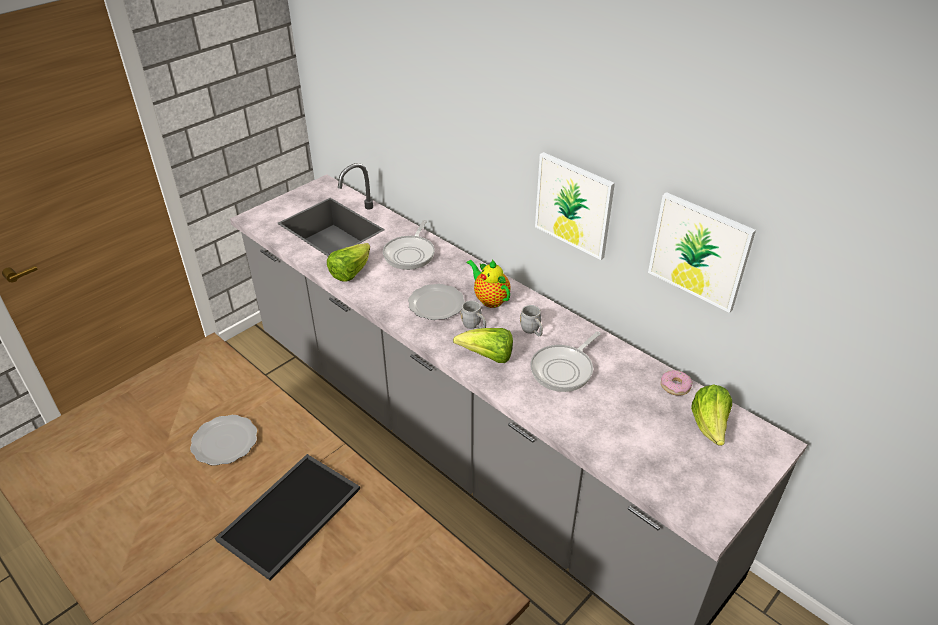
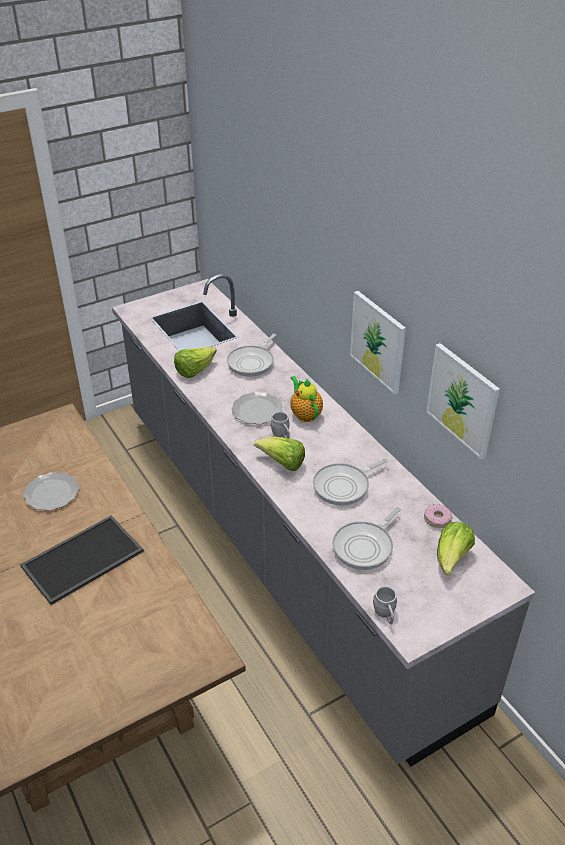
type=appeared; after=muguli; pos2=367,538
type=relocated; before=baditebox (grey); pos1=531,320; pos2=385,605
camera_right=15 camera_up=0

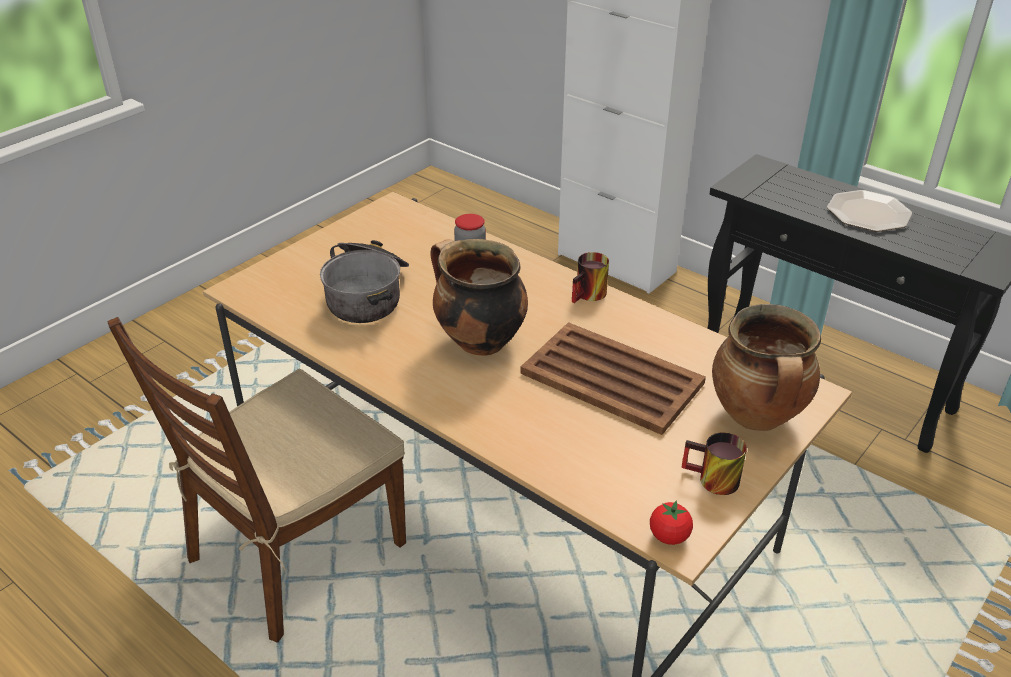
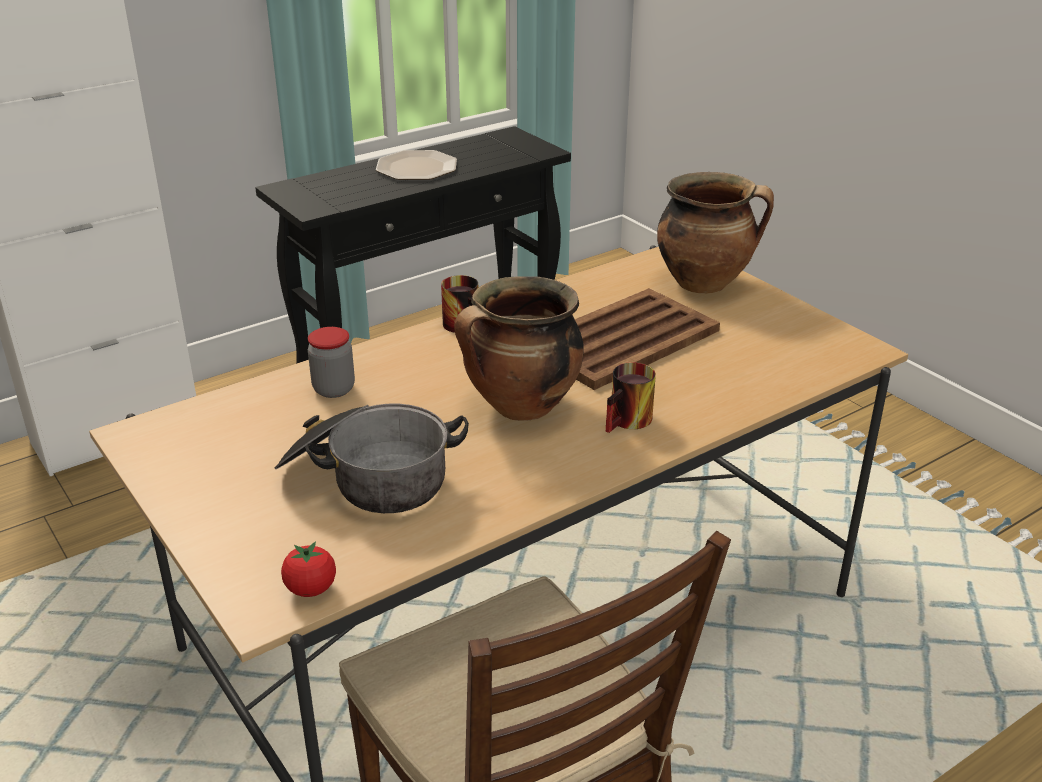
type=relocated; before=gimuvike; pos1=671,522; pos2=308,569
type=relocated; before=baditebox; pos1=714,463; pos2=631,397
camera_right=-75 camera_up=-5

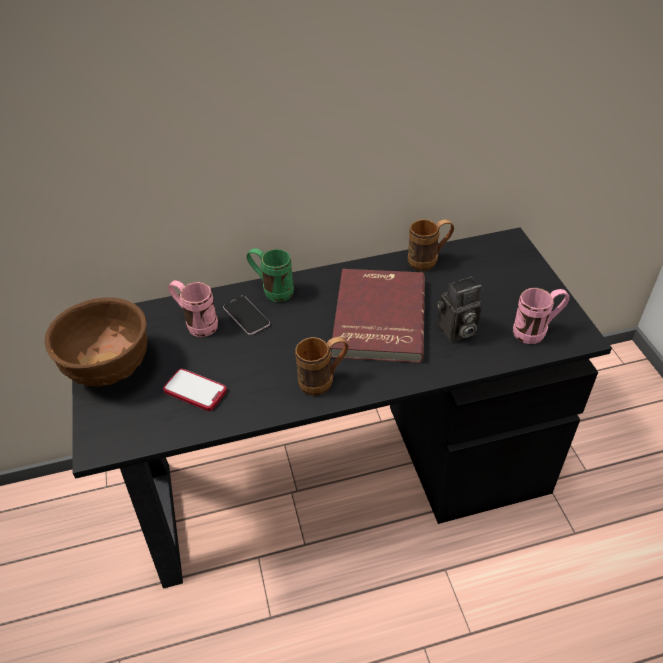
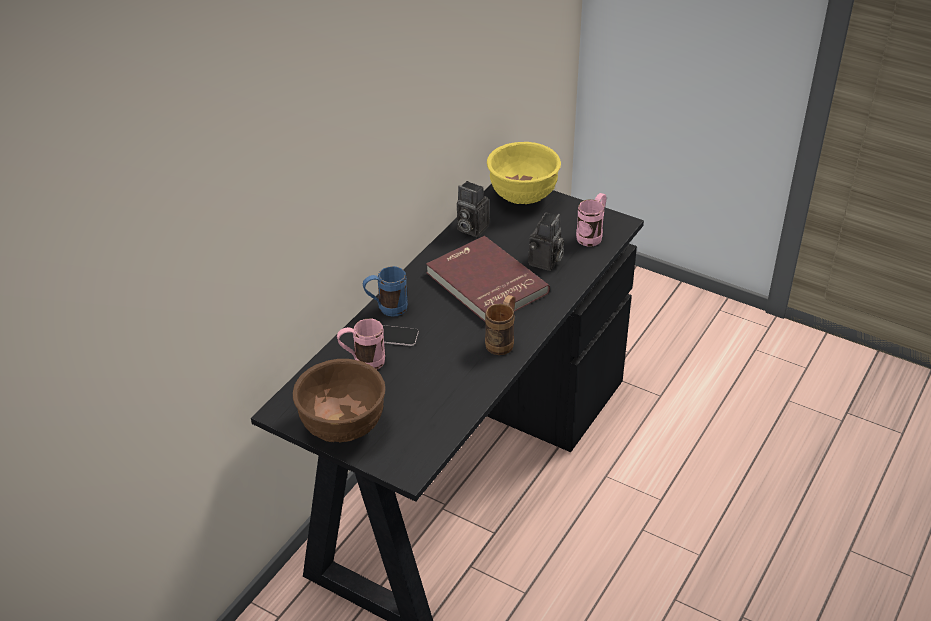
type=missing; before=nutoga; pos1=195,390
type=appeared; after=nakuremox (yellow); pos2=524,173
type=exchanged; before=baditebox (brown); after=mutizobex; pos1=431,245; pos2=473,209
type=colour; before=baditebox (green); after=baditebox (blue); pos1=270,275; pos2=385,291
camera_right=-45 camera_up=-5

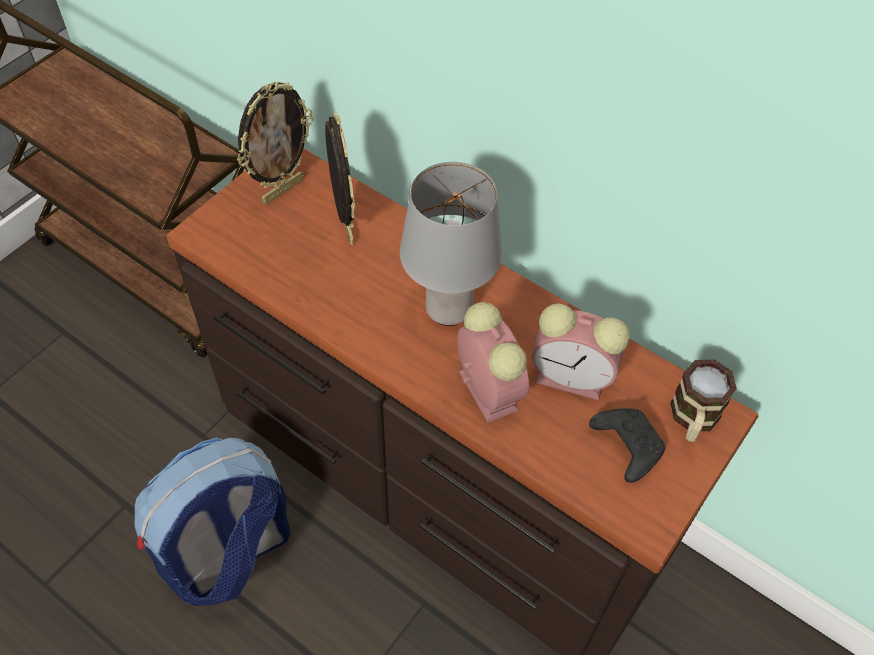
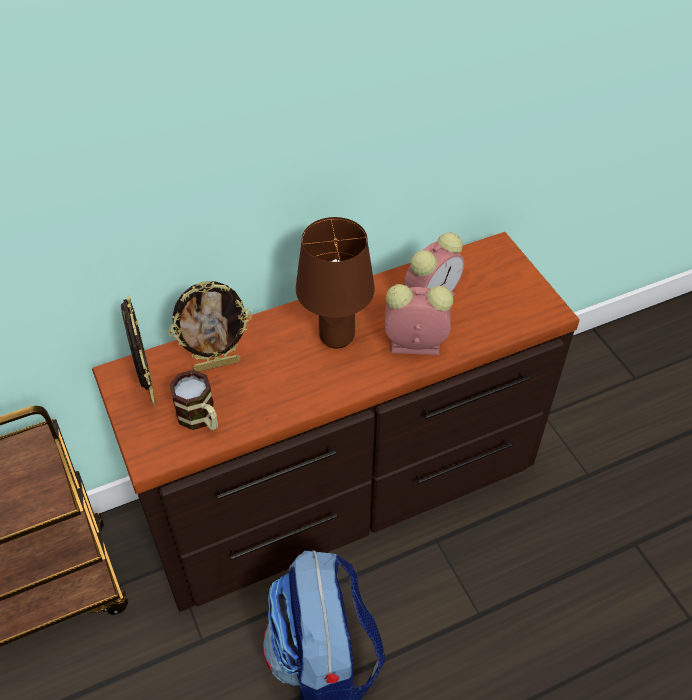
type=missing; before=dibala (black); pos1=627,445
type=relocated; before=baditebox; pos1=703,400; pos2=193,400
type=colour; before=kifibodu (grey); after=kifibodu (brown); pos1=451,244; pos2=335,283
type=spun; before=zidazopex; pos1=340,178; pos2=210,326; turn=150
camera_right=-60 camera_up=-5

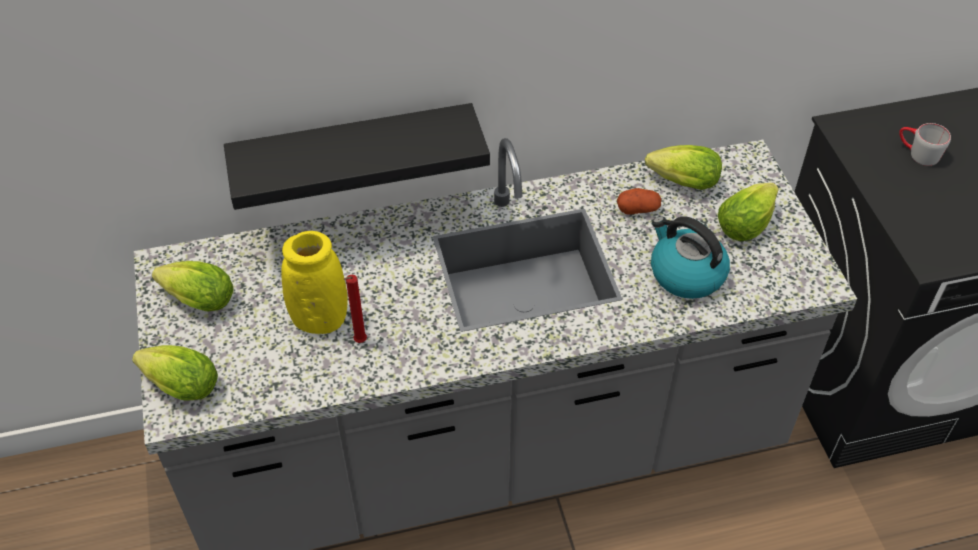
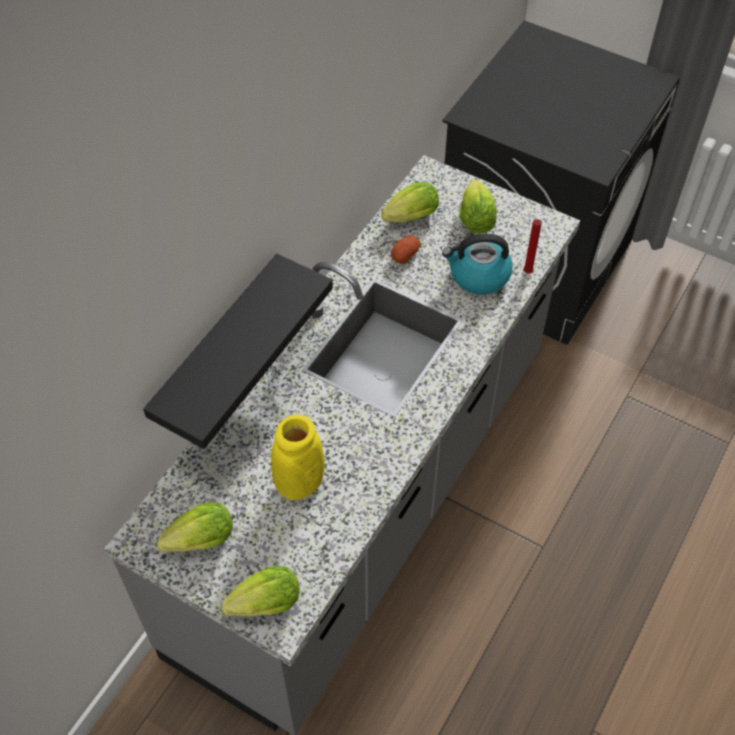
type=missing; before=baditebox (grey); pos1=925,144
type=relocated; before=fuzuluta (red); pos1=355,309; pos2=532,246
camera_right=-45 camera_up=5

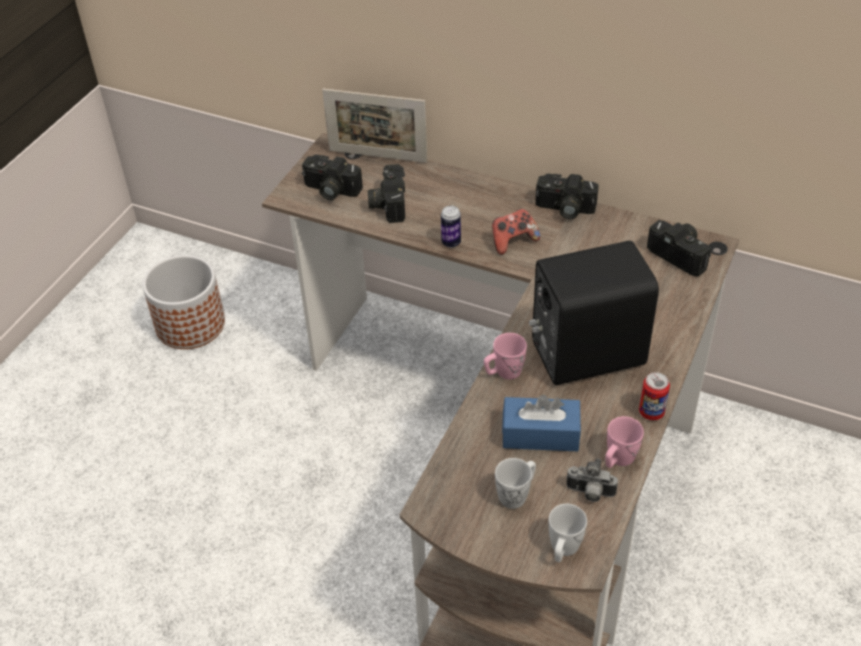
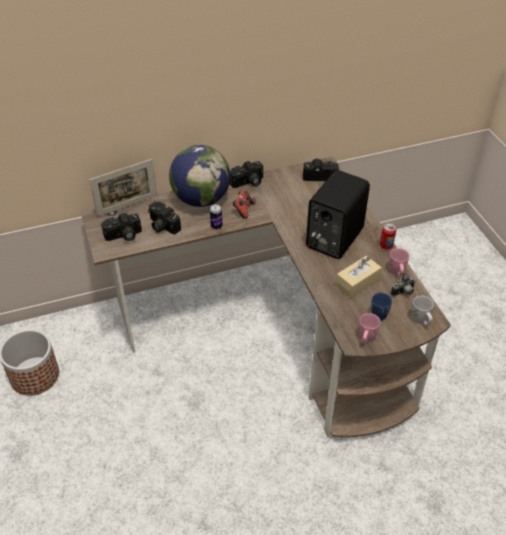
type=appeared; after=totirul; pos2=199,176
type=relocated; before=baditebox (pink); pos1=505,356; pos2=369,328
type=colour; before=baditebox (white); after=baditebox (blue); pos1=515,483; pos2=381,306
type=colour; before=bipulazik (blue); after=bipulazik (beige); pos1=541,423; pos2=359,277
camera_right=-45 camera_up=0

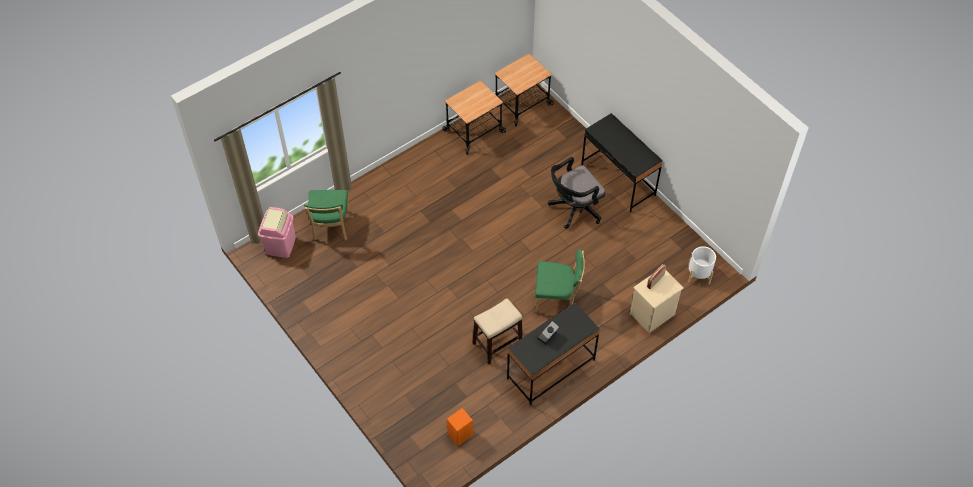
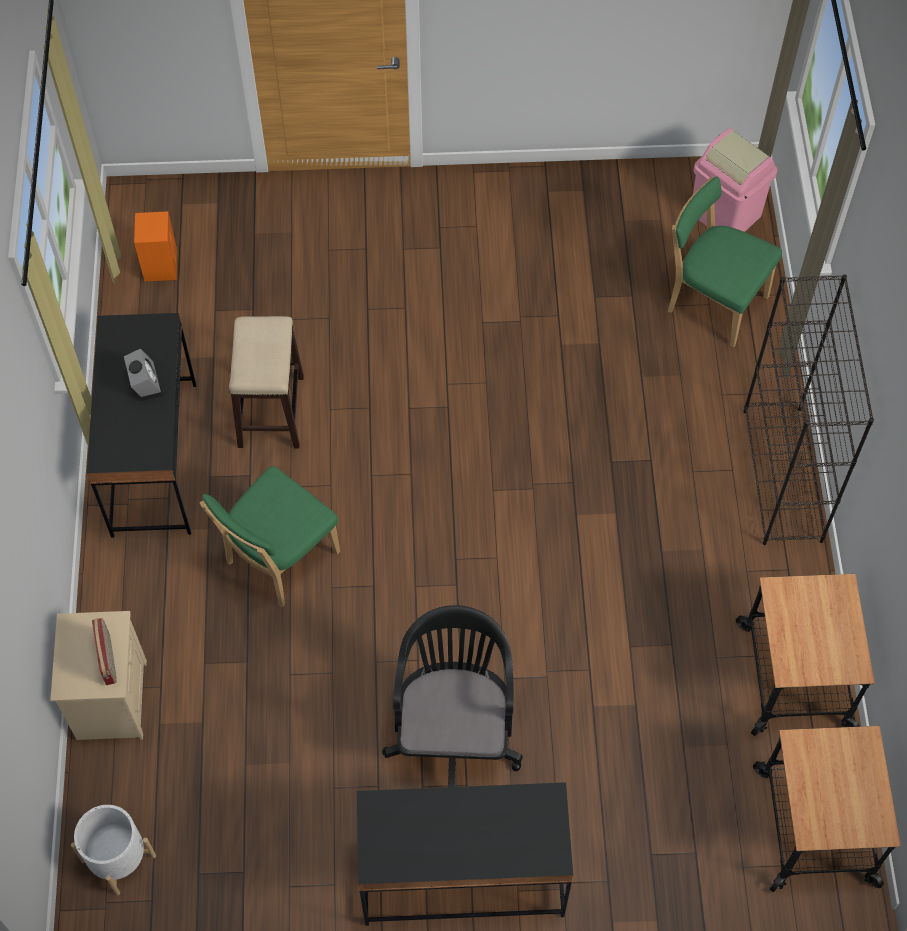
type=appeared; after=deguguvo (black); pos2=808,410
camera_right=125 camera_up=5

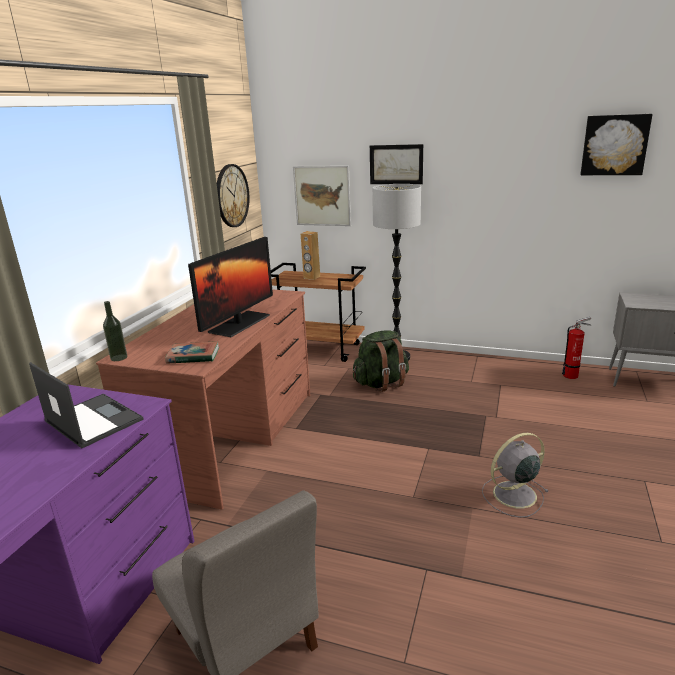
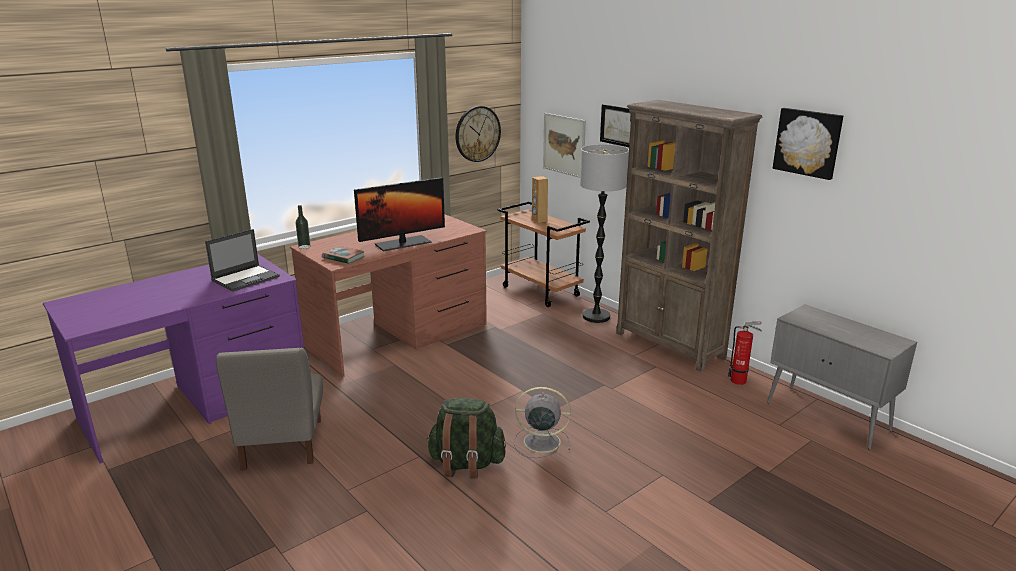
type=appeared; after=deguguvo (brown); pos2=689,236
type=relocated; before=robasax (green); pos1=381,361; pos2=466,438
type=spun; before=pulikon; pos1=86,405; pos2=242,260; turn=60
camera_right=30 camera_up=0

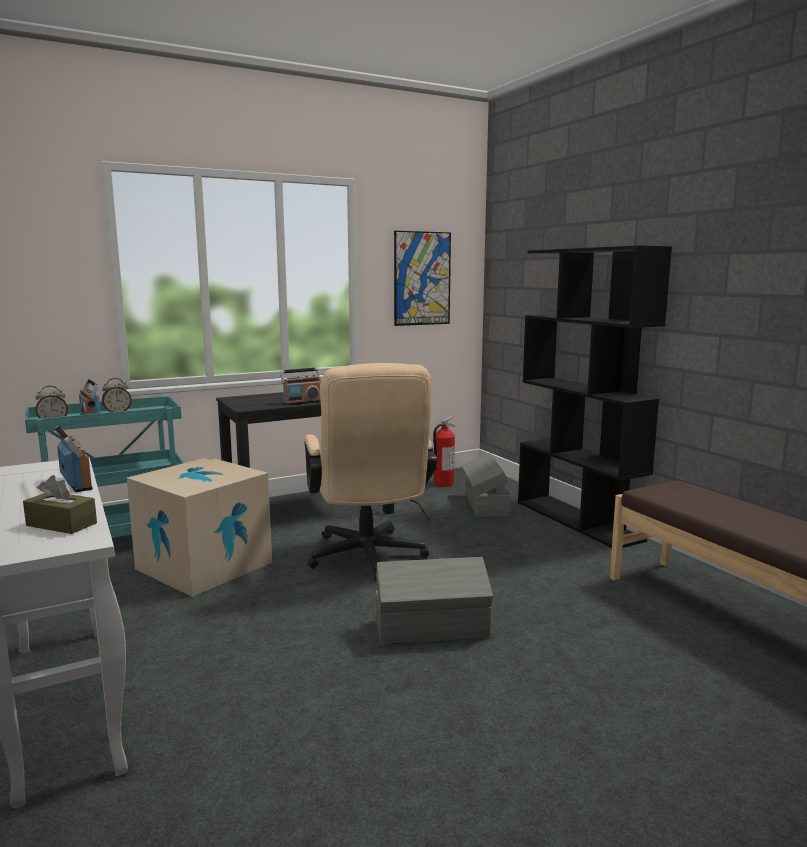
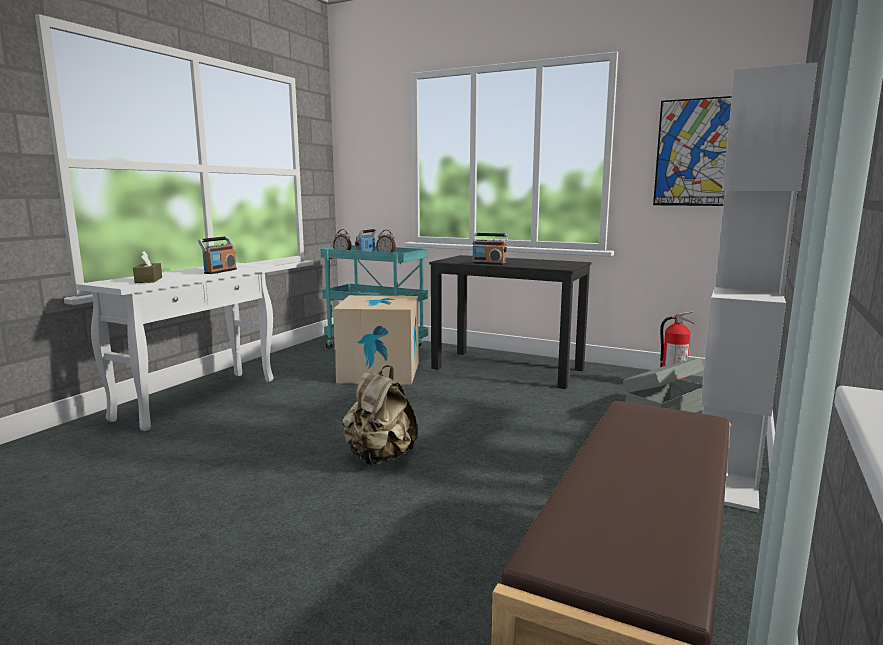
type=missing; before=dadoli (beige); pos1=370,472
type=exchanged; before=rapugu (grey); after=robasax (beige); pos1=434,601; pos2=380,415
type=colour; before=deguguvo (black); after=deguguvo (white); pos1=595,396; pos2=759,287
camera_right=55 camera_up=0

